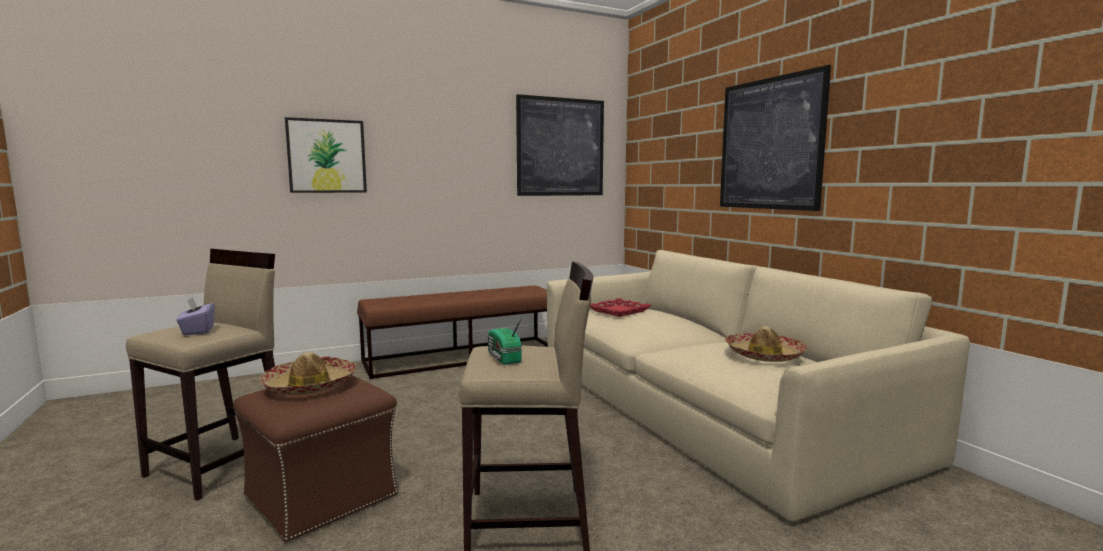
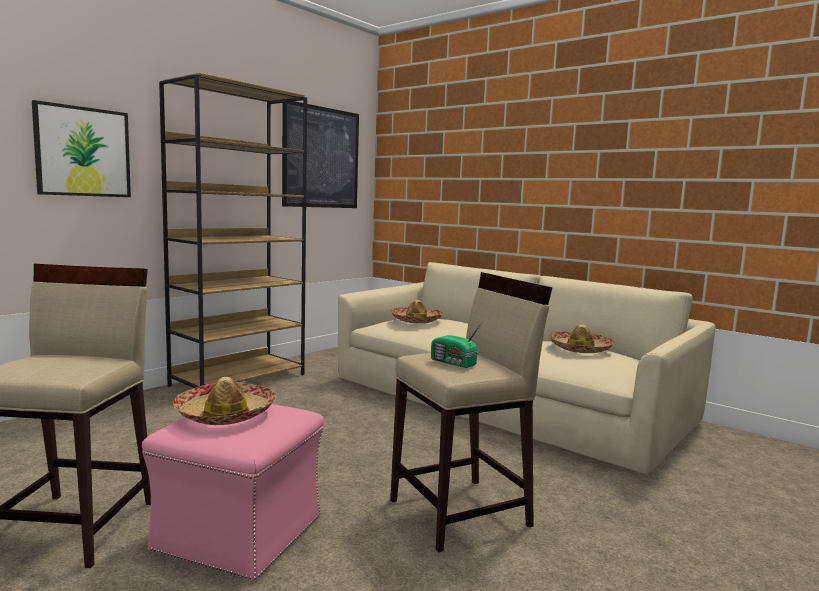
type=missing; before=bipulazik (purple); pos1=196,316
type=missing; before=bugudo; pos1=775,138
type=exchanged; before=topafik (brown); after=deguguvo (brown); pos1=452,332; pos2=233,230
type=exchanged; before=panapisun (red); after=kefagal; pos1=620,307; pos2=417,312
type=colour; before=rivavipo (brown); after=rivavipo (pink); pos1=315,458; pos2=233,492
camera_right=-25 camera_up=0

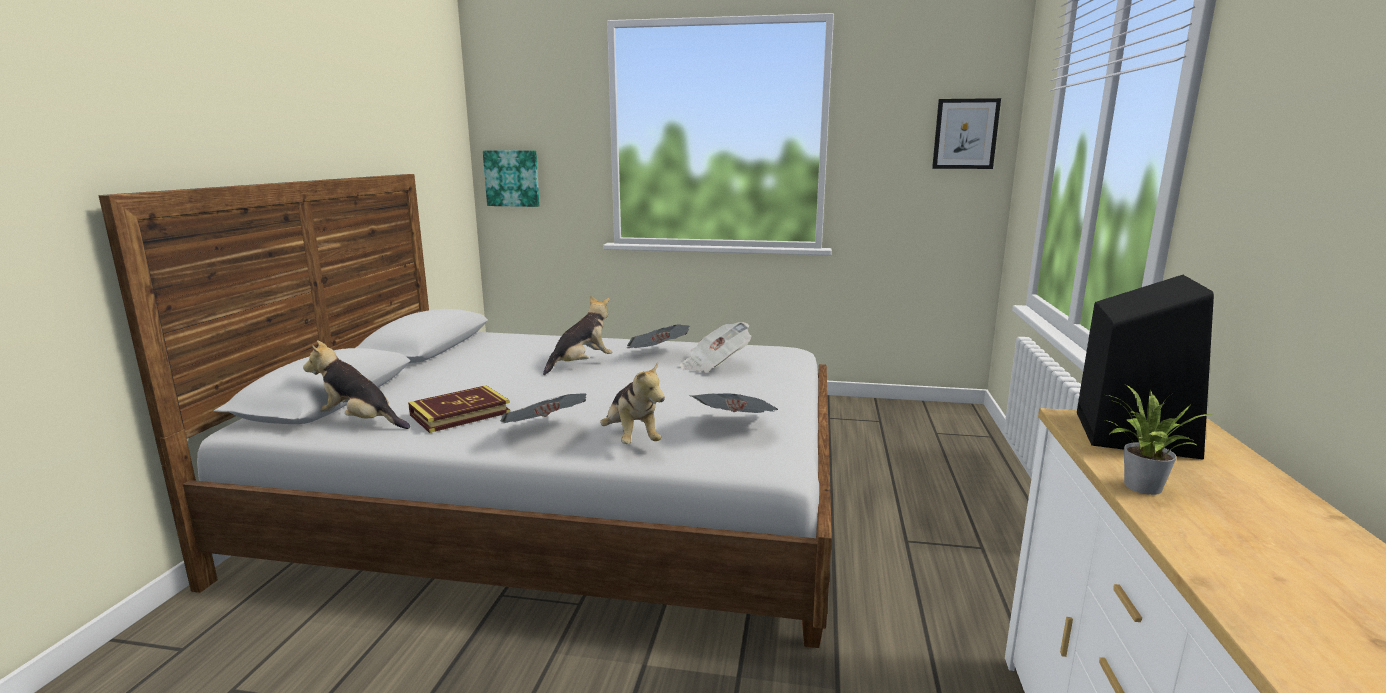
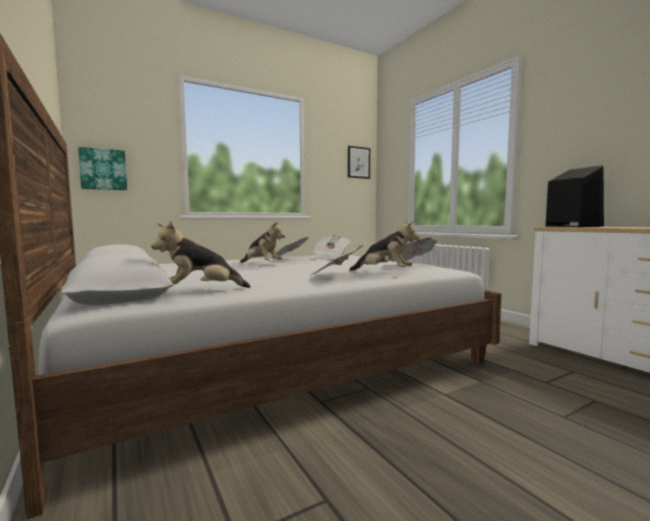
type=missing; before=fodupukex; pos1=459,409
type=missing; before=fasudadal; pos1=1158,440
type=spun; before=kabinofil; pos1=577,335; pos2=262,242; turn=120
camera_right=-40 camera_up=-10

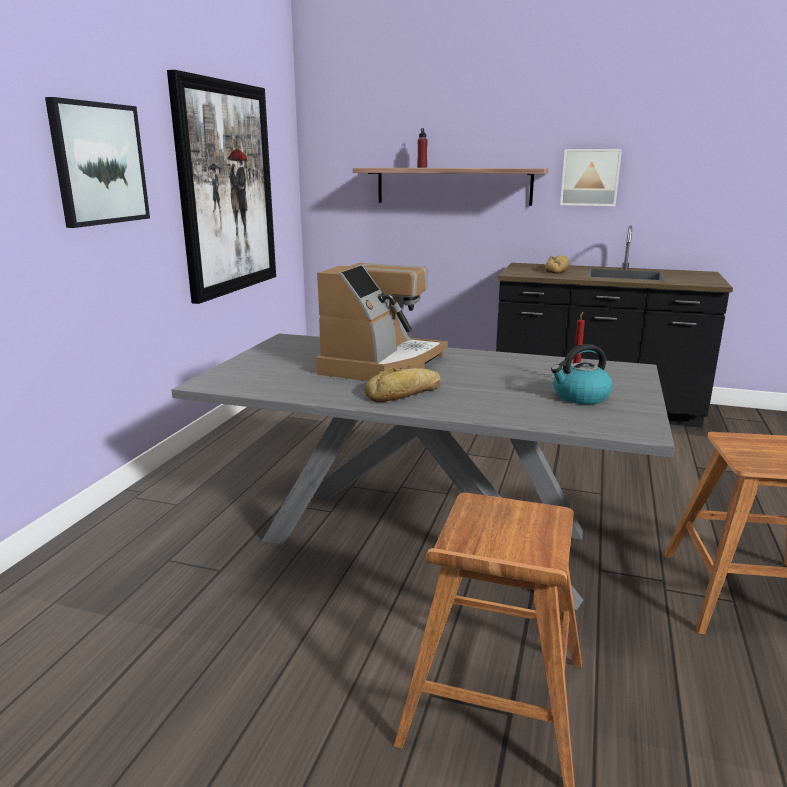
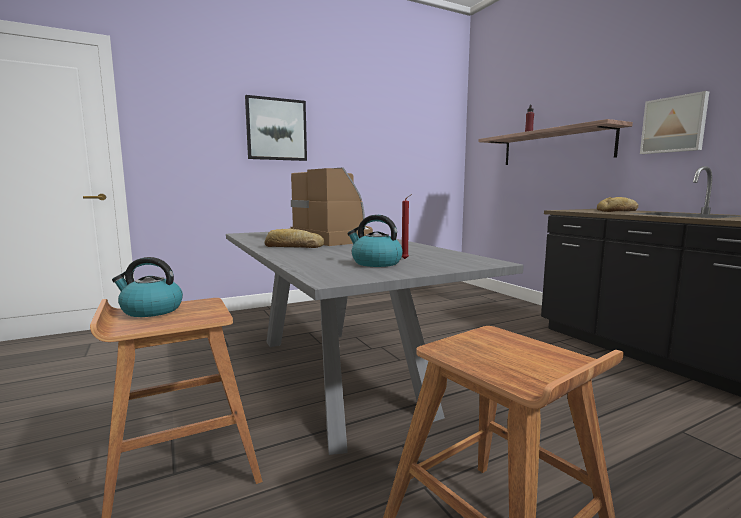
type=missing; before=bugudo; pos1=221,187
type=appeared; after=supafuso; pos2=147,287
type=spun; before=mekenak; pos1=382,322; pos2=332,207; turn=-105
camera_right=45 camera_up=-10

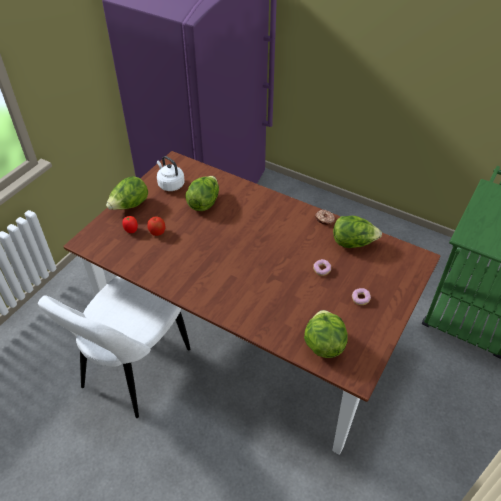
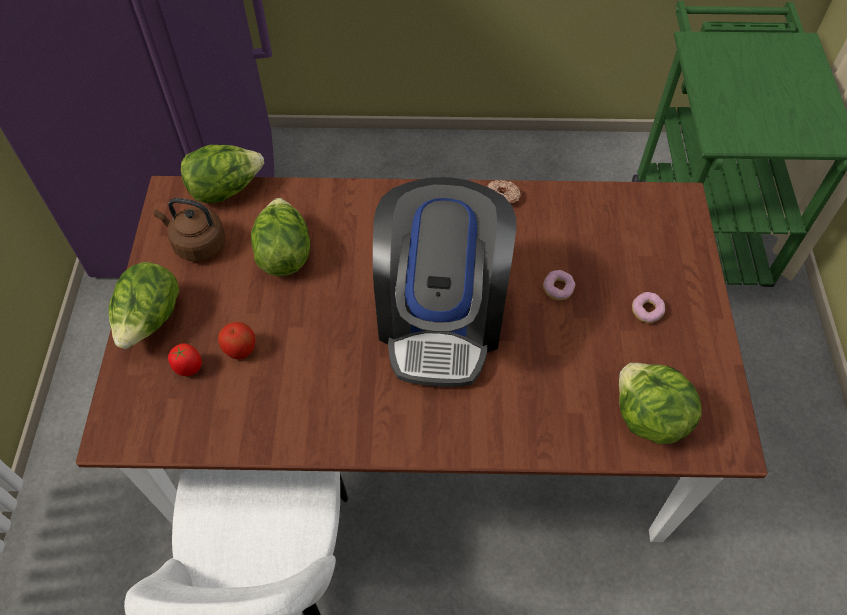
type=appeared; after=mekenak; pos2=444,282
type=relocated; before=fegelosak; pos1=357,232; pos2=222,174
type=colour; before=supafuso (white); after=supafuso (brown); pos1=171,173; pos2=189,229
camera_right=-30 camera_up=10

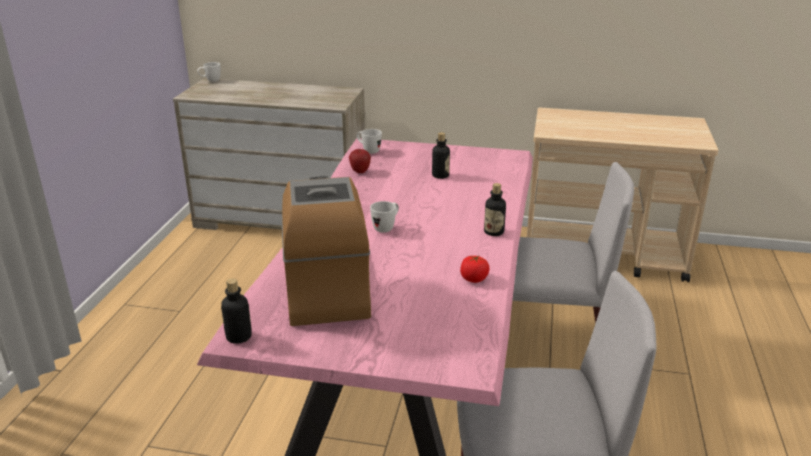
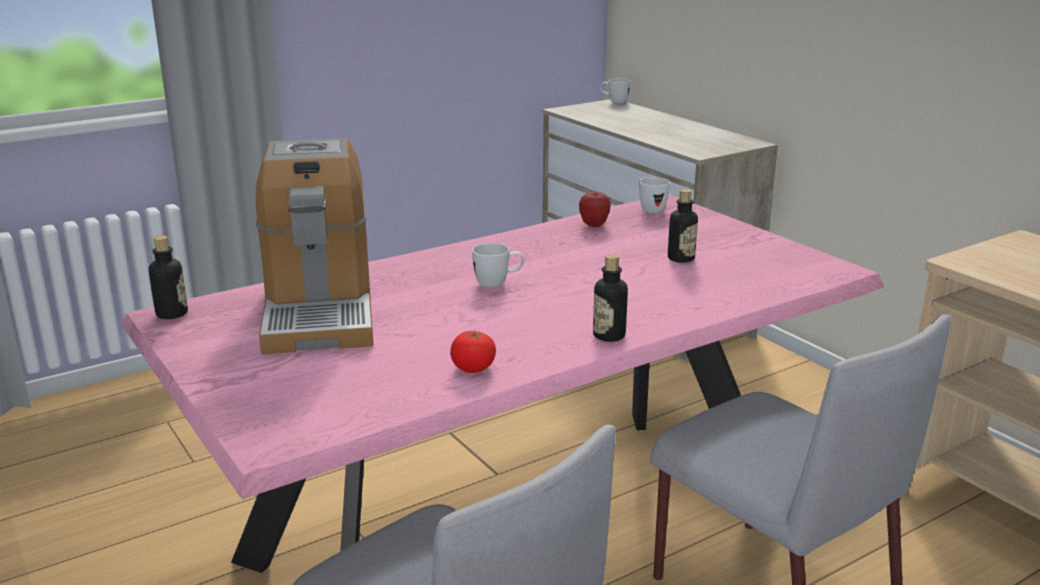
type=spun; before=mekenak; pos1=326,251; pos2=315,246; turn=135
camera_right=45 camera_up=-5

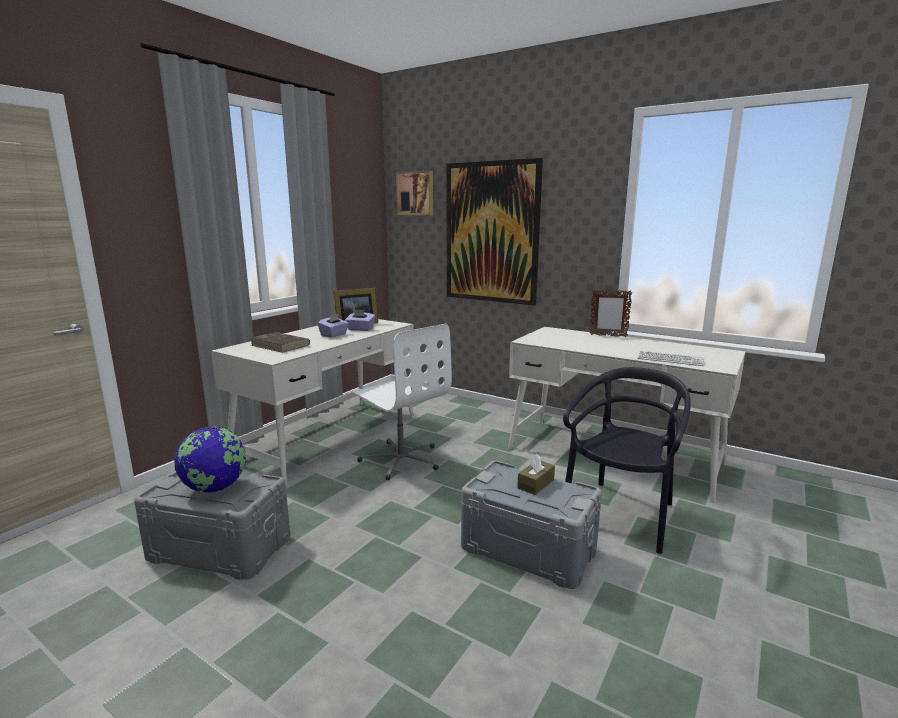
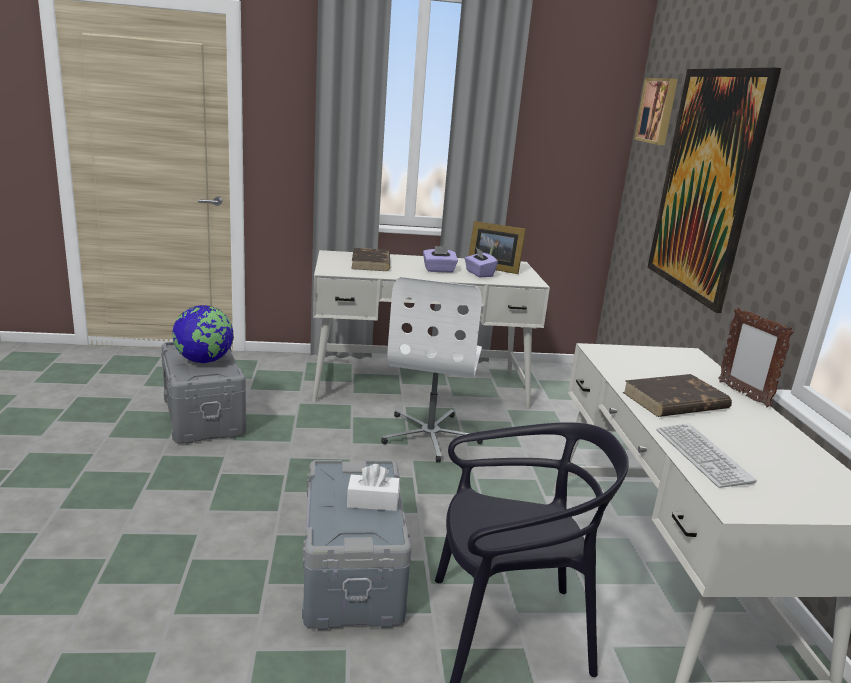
type=appeared; after=fodupukex (brown); pos2=677,395
type=colour; before=bipulazik (brown); after=bipulazik (white); pos1=536,474; pos2=373,487
camera_right=50 camera_up=5

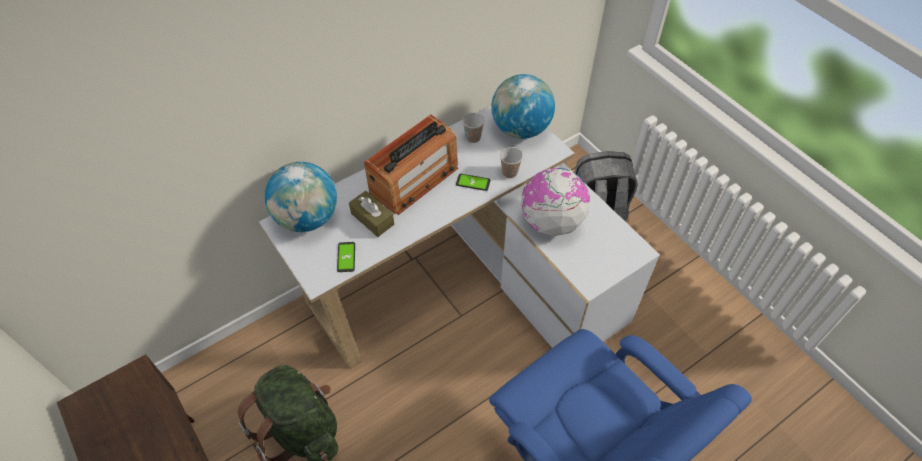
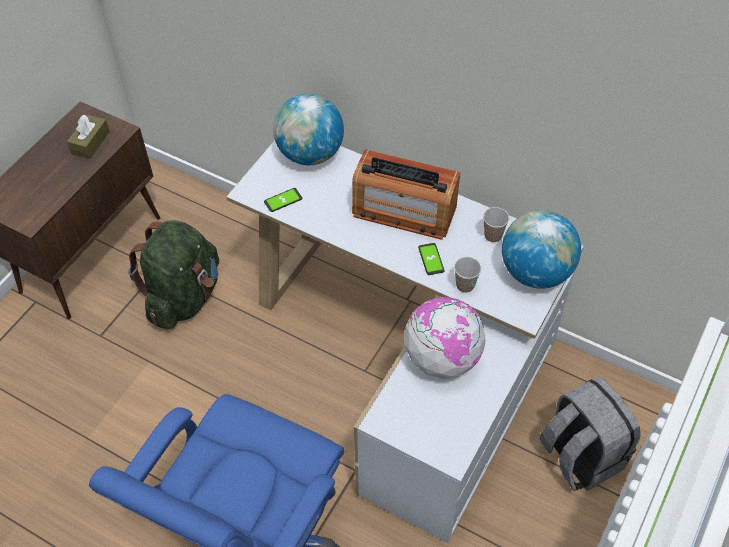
type=relocated; before=bipulazik (brown); pos1=371,214; pos2=88,136
camera_right=65 camera_up=0

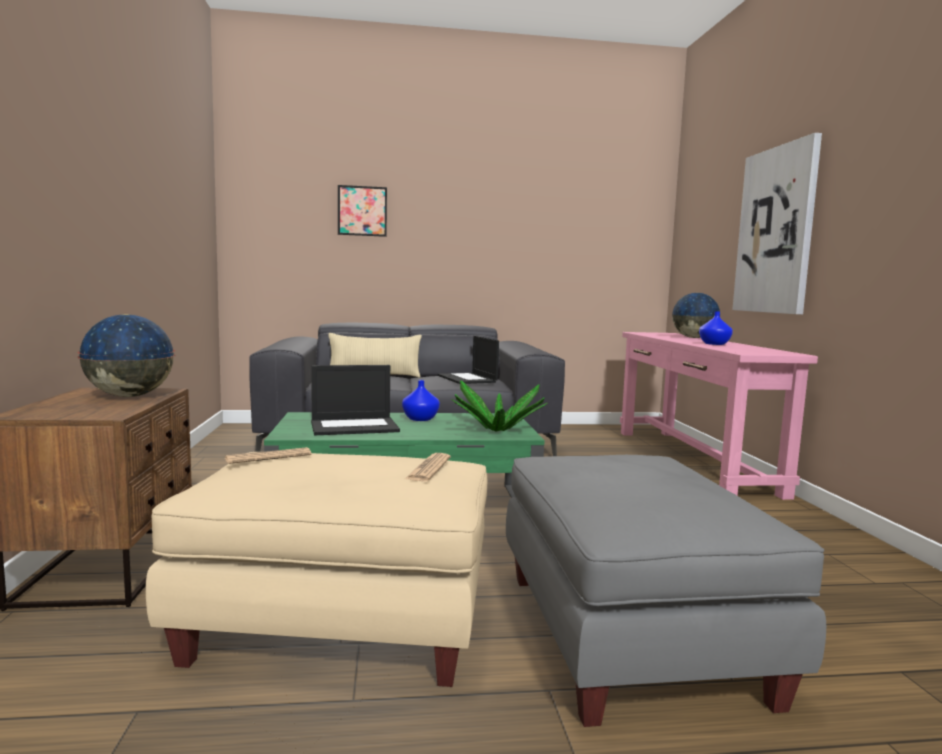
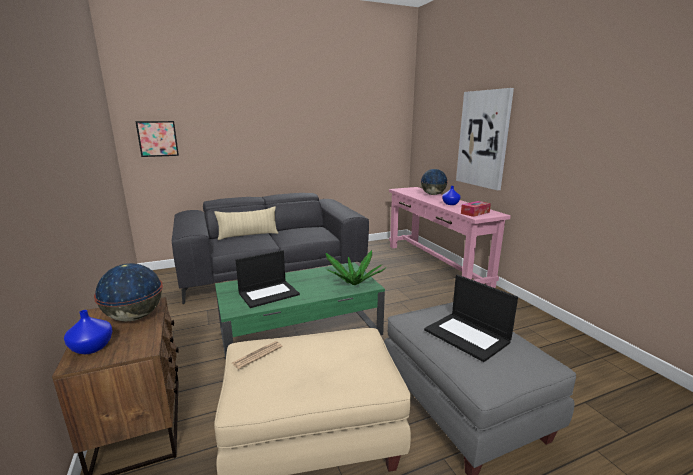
type=missing; before=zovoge; pos1=428,467
type=appeared; after=bipulazik; pos2=476,209
type=relocated; before=bugudo; pos1=362,211; pos2=157,139
type=relocated; before=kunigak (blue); pos1=421,400; pos2=88,332
type=relocated; before=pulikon; pos1=468,360; pos2=471,318
camera_right=-15 camera_up=10

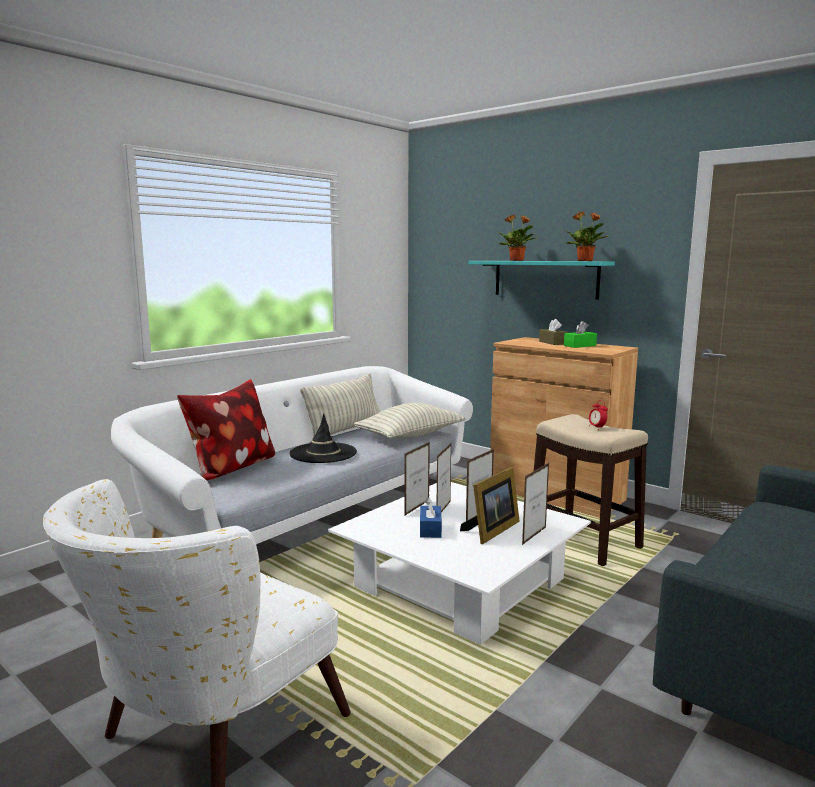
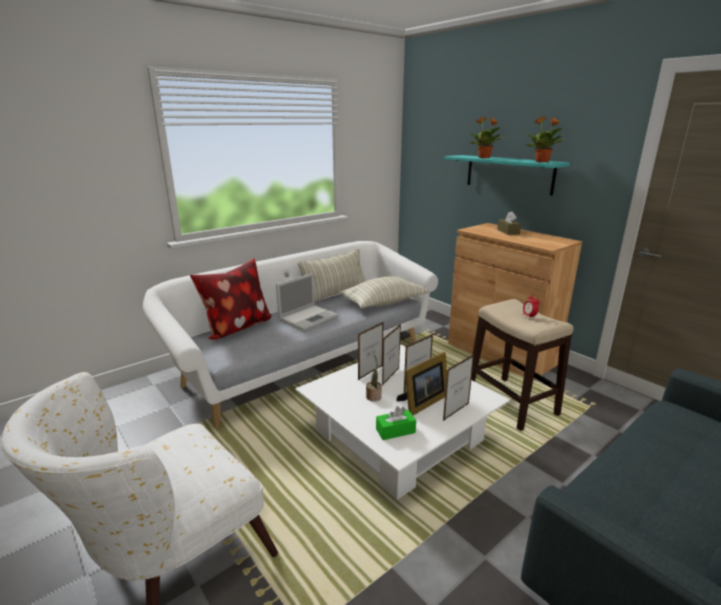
type=relocated; before=bipulazik (green); pos1=580,334; pos2=396,423
type=exchanged; before=kefagal (black); after=pulikon; pos1=323,438; pos2=307,302
type=exchanged; before=bipulazik (blue); after=fasudadal; pos1=431,517; pos2=374,378
camera_right=10 camera_up=10

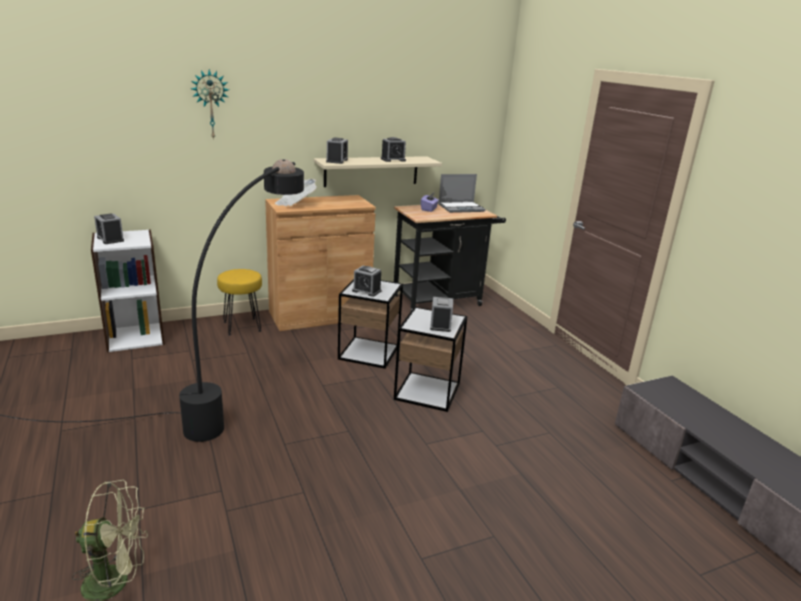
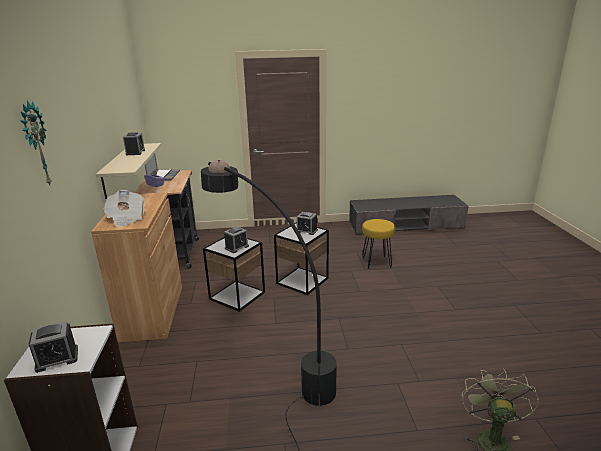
type=missing; before=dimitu; pos1=337,150
type=relocated; before=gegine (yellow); pos1=239,302; pos2=379,244
camera_right=-70 camera_up=0

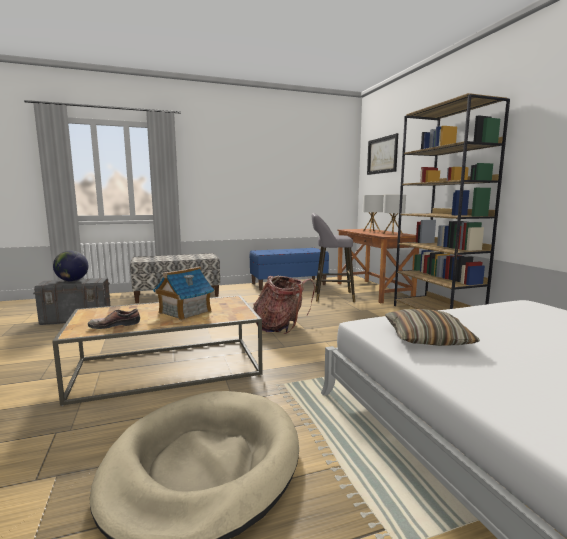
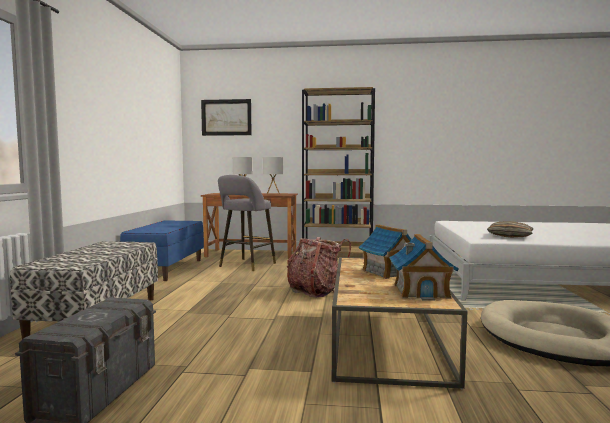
type=missing; before=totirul; pos1=70,266
type=exchanged; before=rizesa; after=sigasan; pos1=114,319; pos2=424,267
camera_right=-65 camera_up=-5

